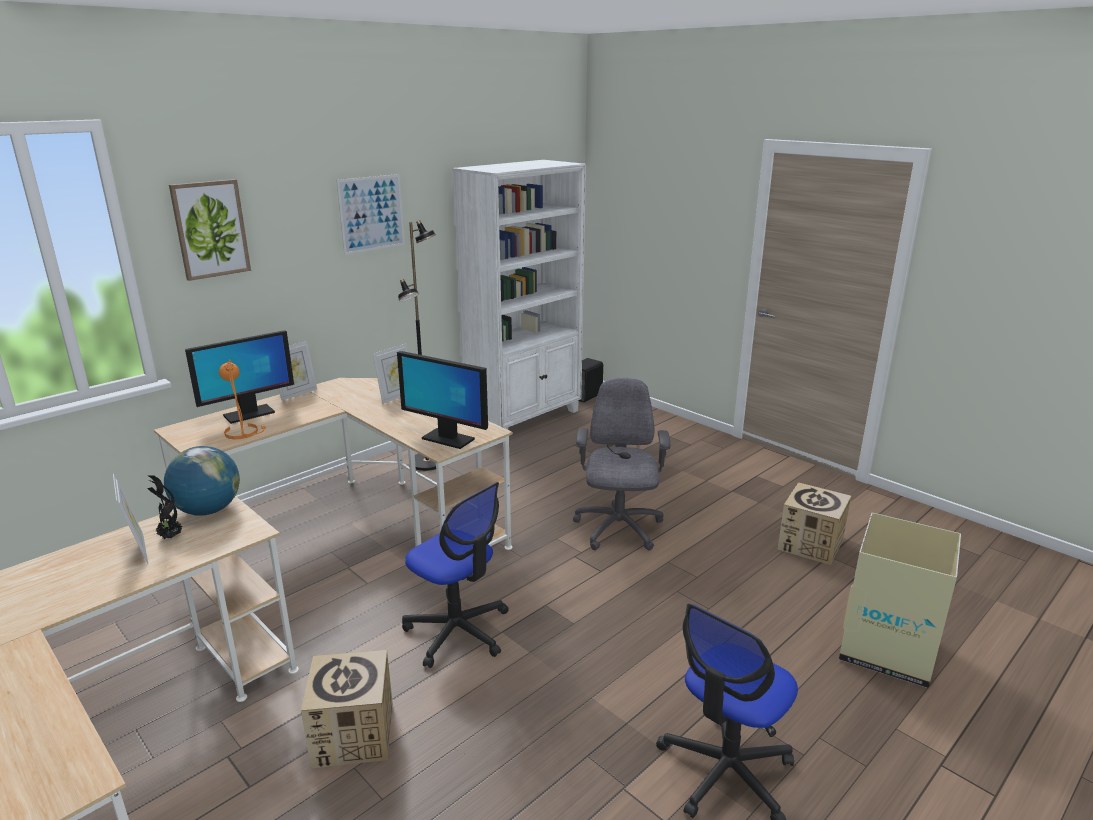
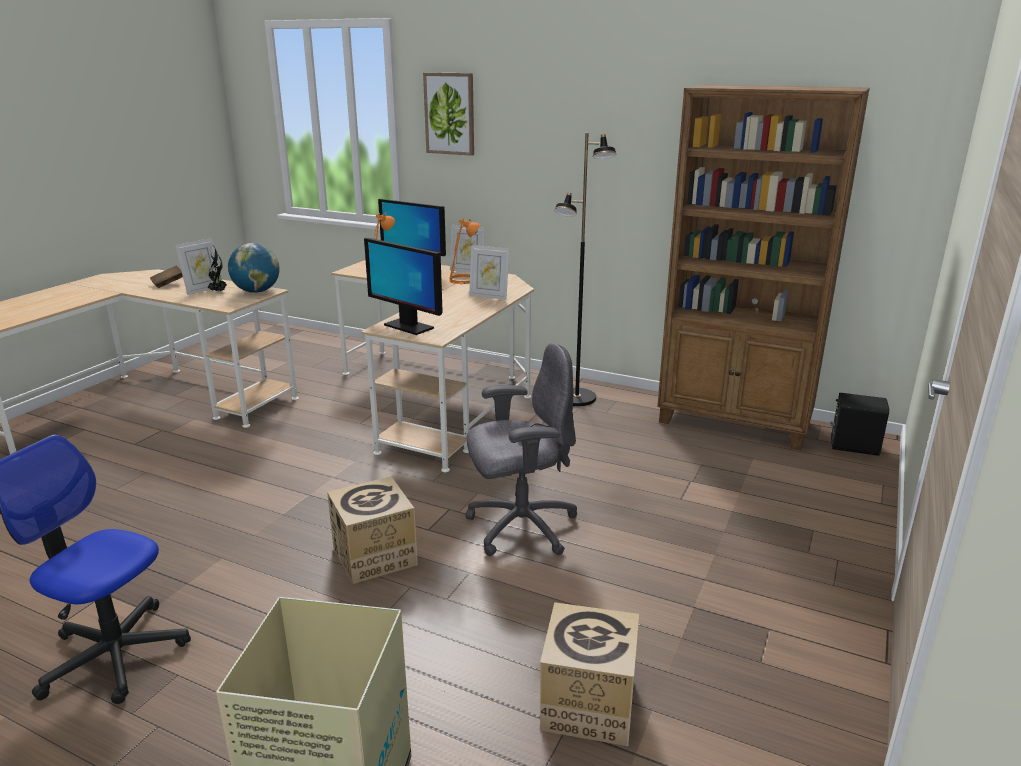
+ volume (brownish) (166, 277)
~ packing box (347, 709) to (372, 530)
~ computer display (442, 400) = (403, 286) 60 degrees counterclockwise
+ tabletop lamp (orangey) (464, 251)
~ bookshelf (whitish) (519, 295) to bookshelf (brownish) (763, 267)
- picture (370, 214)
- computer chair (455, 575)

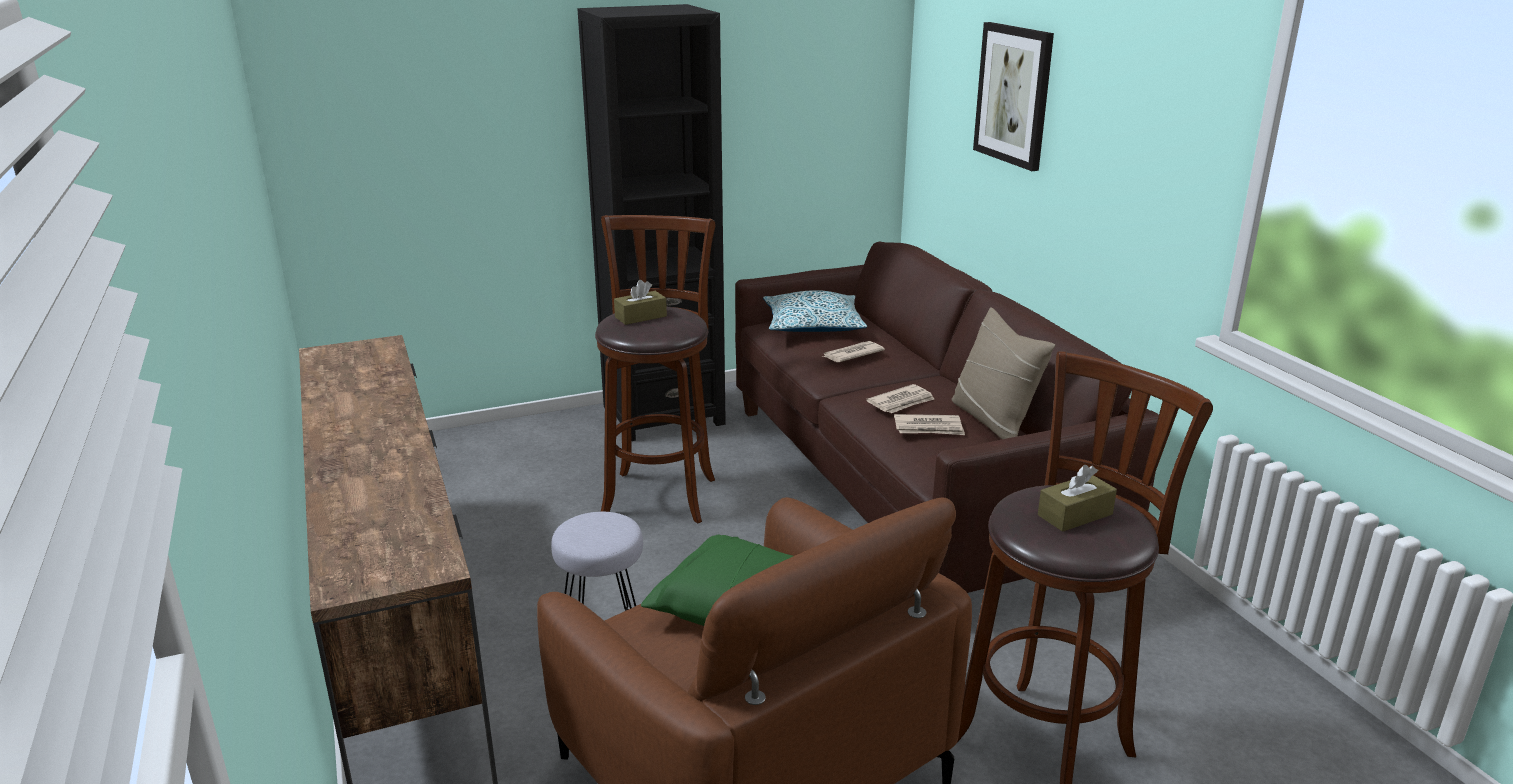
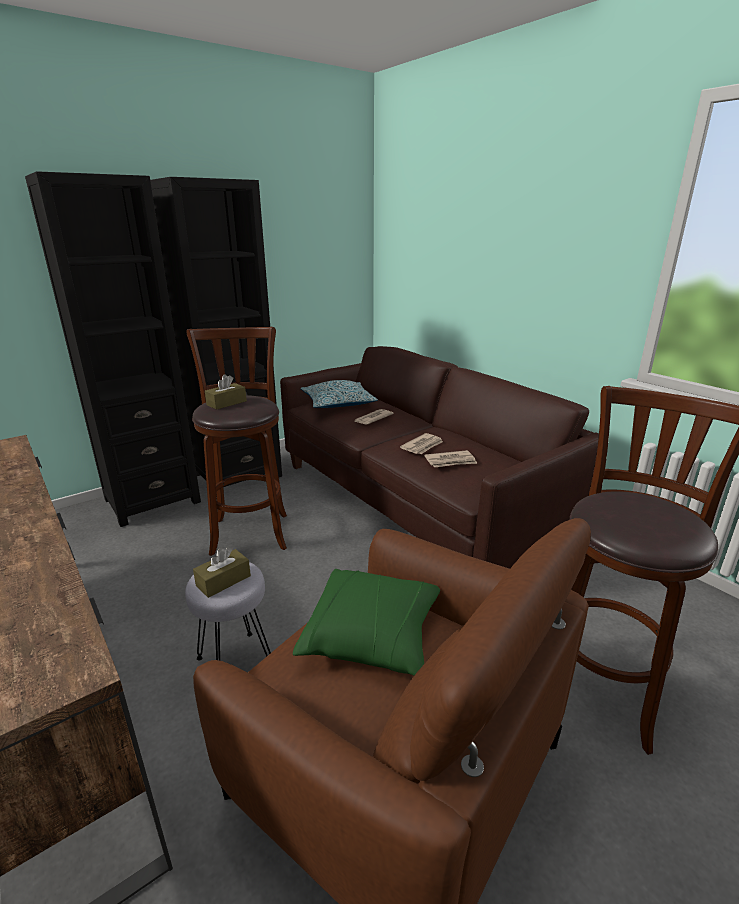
+ bookshelf (blackish) (113, 349)
~ tissue box (brownish) (1077, 498) to (222, 572)
- cushion (beige-coloured) (1003, 373)
- picture (1013, 96)

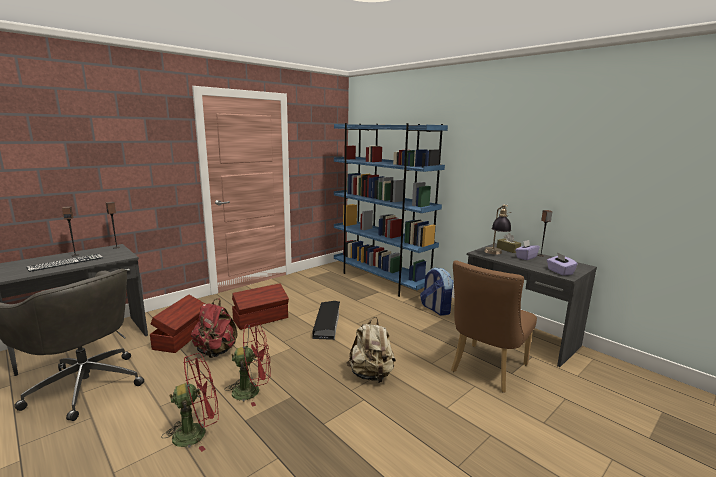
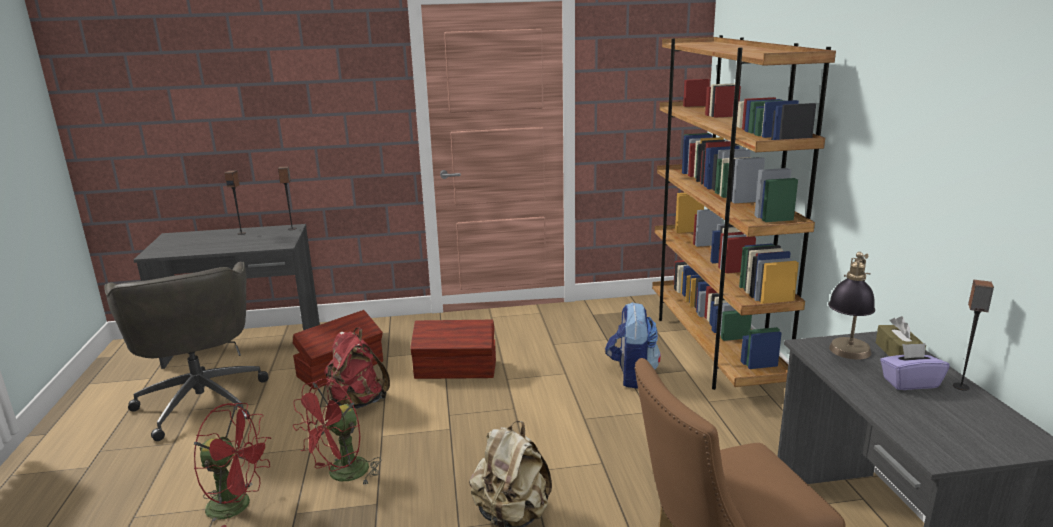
~ fan (reddish) (247, 365) = (337, 431) 105 degrees clockwise
~ knapsack (437, 291) to (633, 345)
~ bookshelf (blue) (391, 210) to bookshelf (brownish) (744, 212)
- PC keyboard (64, 263)
- storage bin (blackish) (326, 320)
- tissue box (purple-coloured) (562, 264)

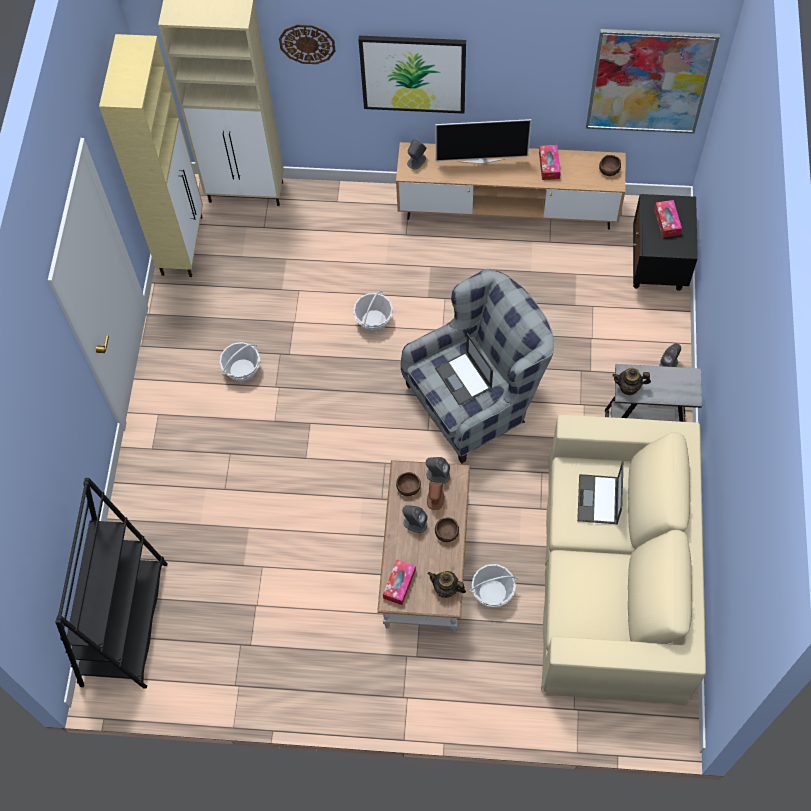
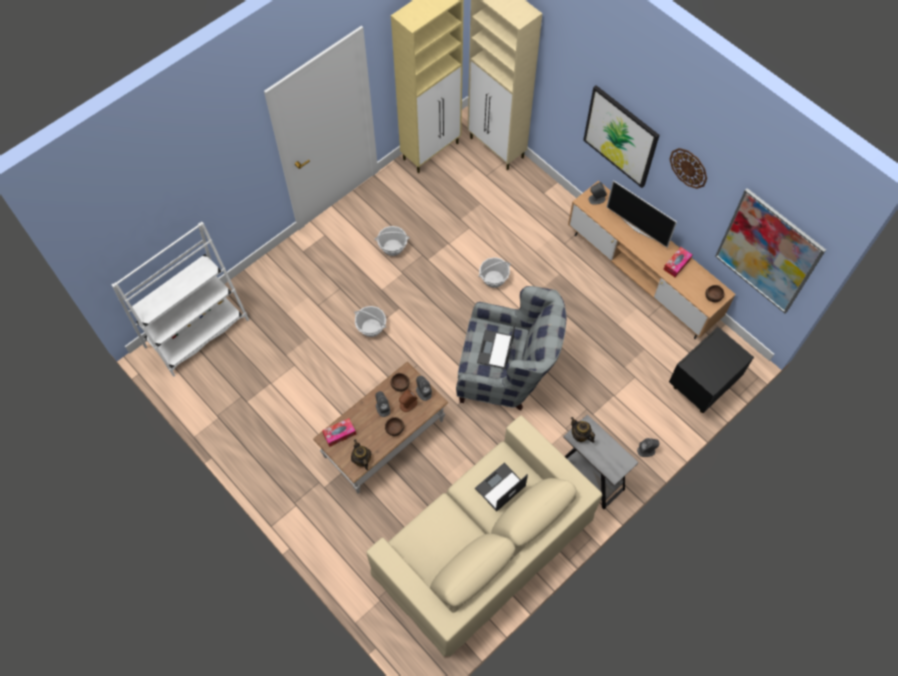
~ bookshelf (blackish) (111, 583) to bookshelf (whitish) (180, 299)
~ household basket (493, 585) to (370, 321)
~ wall clock (307, 44) to (688, 168)
- tissue box (668, 219)

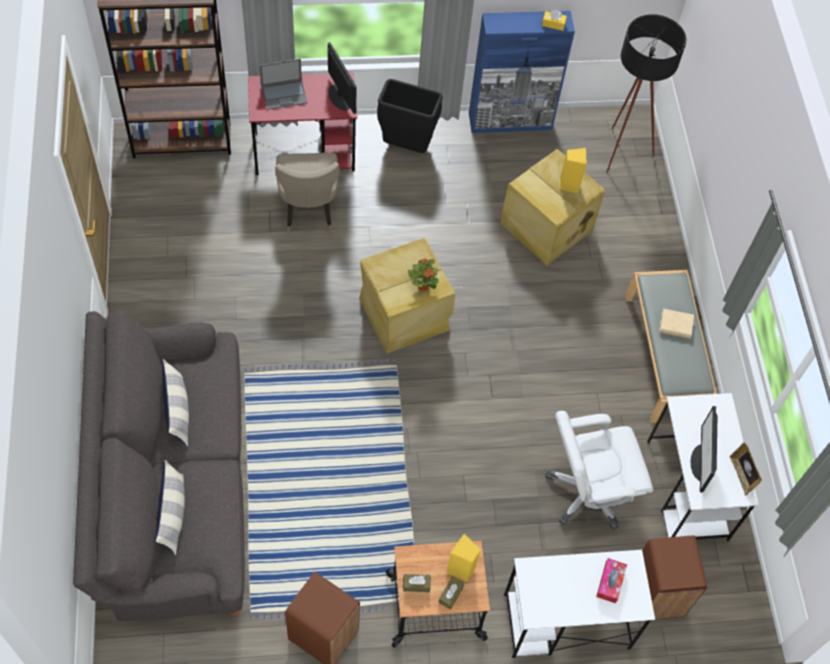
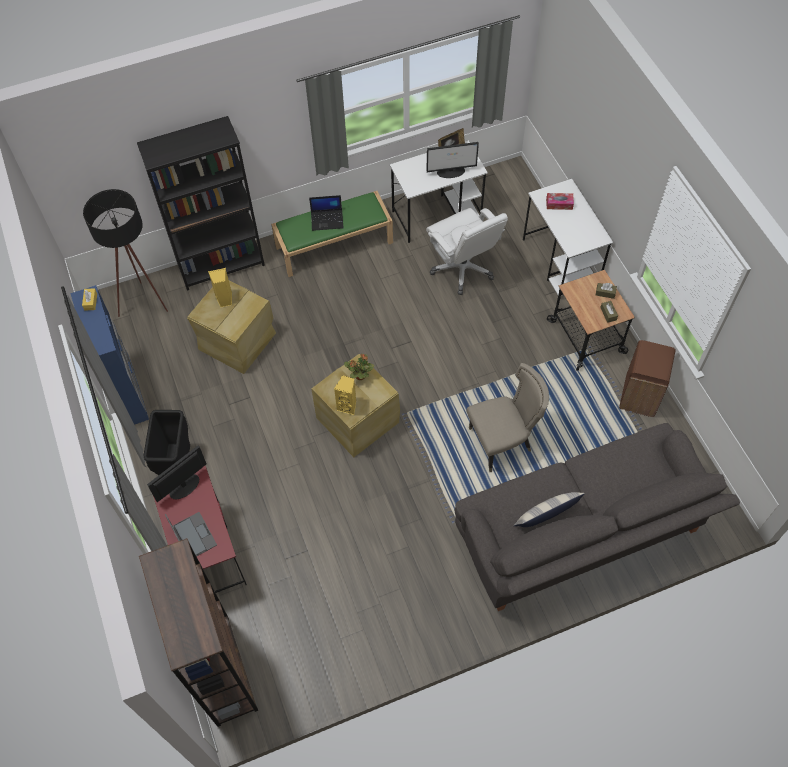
+ bookshelf (blackish) (201, 203)
~ bench (gray) (671, 346) to bench (green-coloured) (332, 234)
~ volume (beige-coloured) (676, 324) to laptop (326, 213)
~ speaker (yellow) (463, 558) to (345, 395)
~ chair (beige-coloured) (307, 193) to (507, 417)
- cushion (170, 507)
- waste bin (brownish) (674, 577)

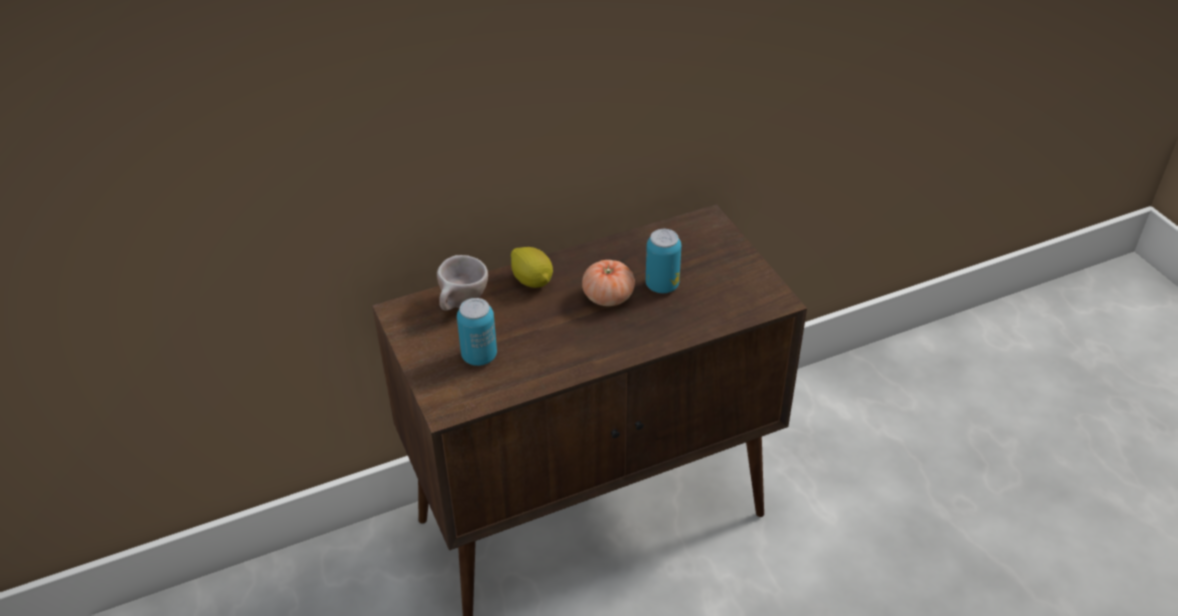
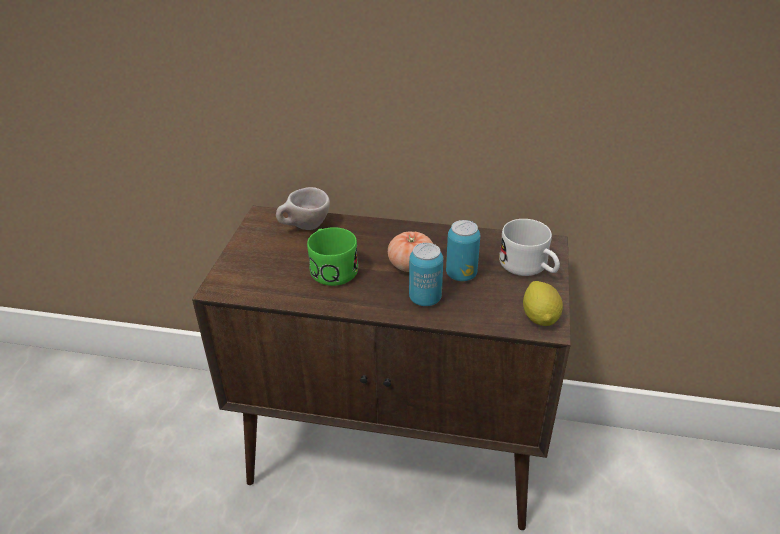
+ coffee mug (green-coloured) (332, 256)
~ sealed can (477, 332) to (426, 274)
+ coffee mug (whitish) (529, 247)
~ whole lemon (532, 267) to (543, 303)

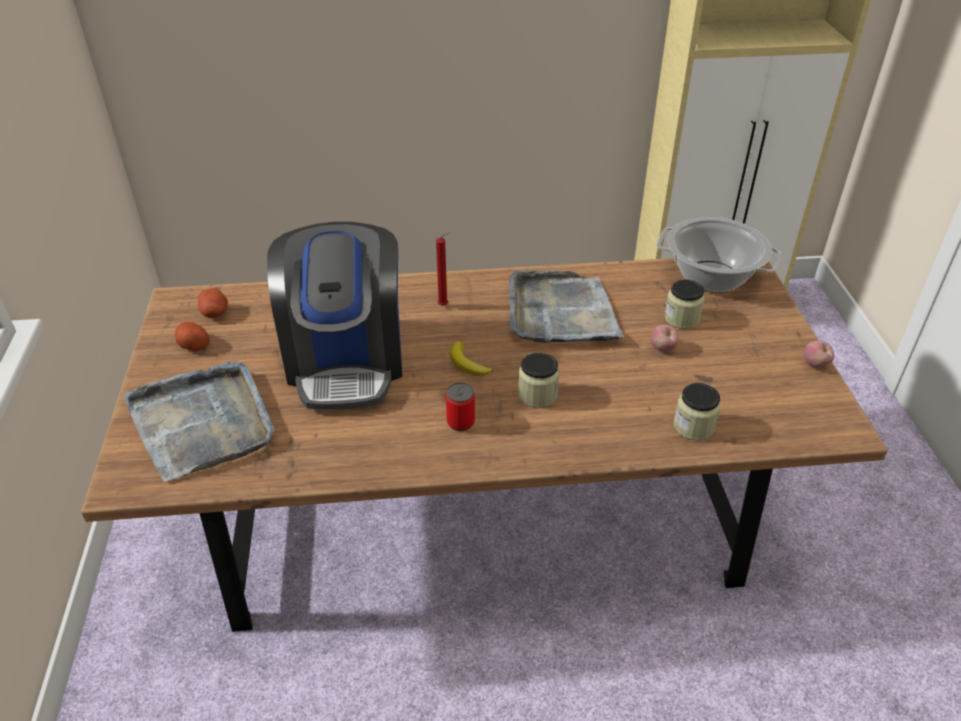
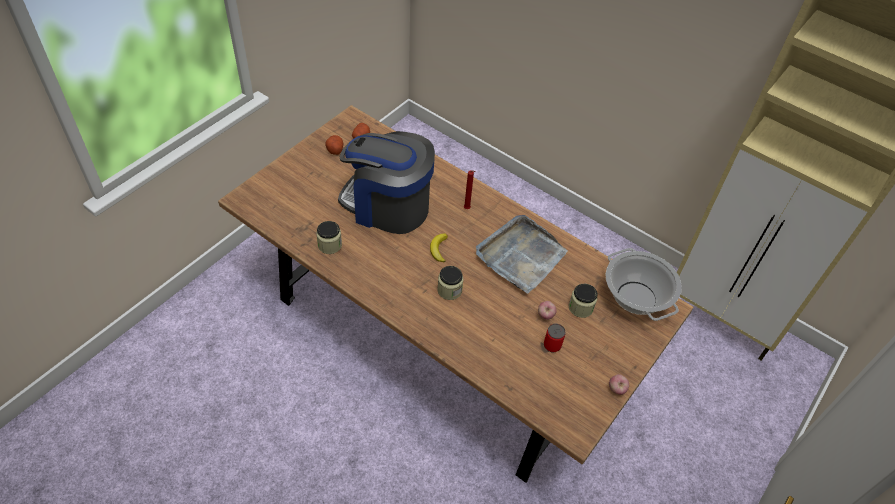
~ storage jar (697, 412) to (329, 237)
~ coffee maker (334, 316) = (386, 182) 75 degrees clockwise
~ sealed can (460, 406) to (554, 338)
- serving tray (gray) (198, 421)

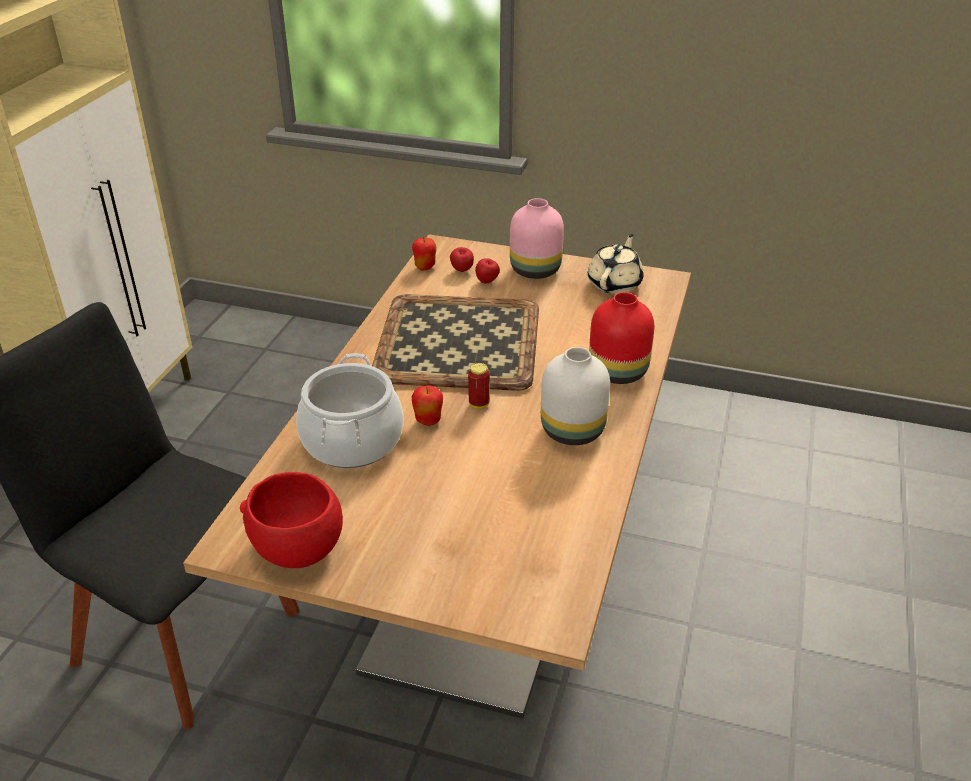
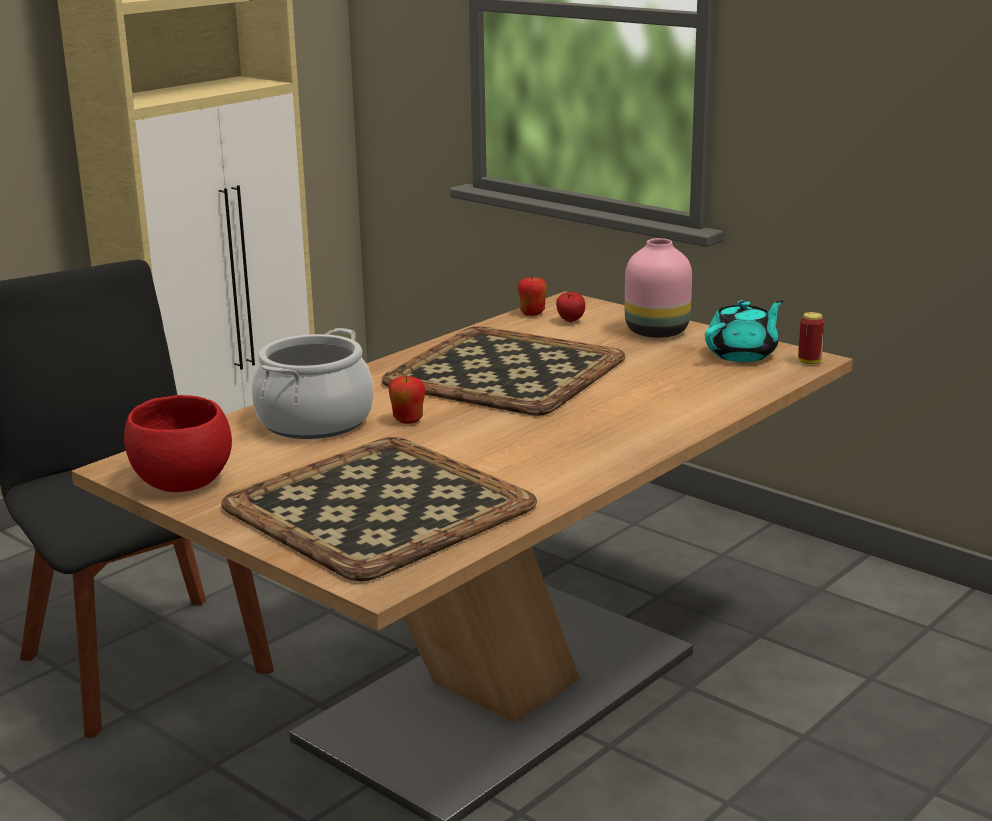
+ serving tray (379, 509)
~ tea pot (beige-coloured) (616, 264) to tea pot (turquoise-coloured) (744, 331)
~ sealed can (479, 386) to (811, 338)
- apple (487, 271)
- flower vase (whitish) (575, 396)
- flower vase (reddish) (621, 338)

